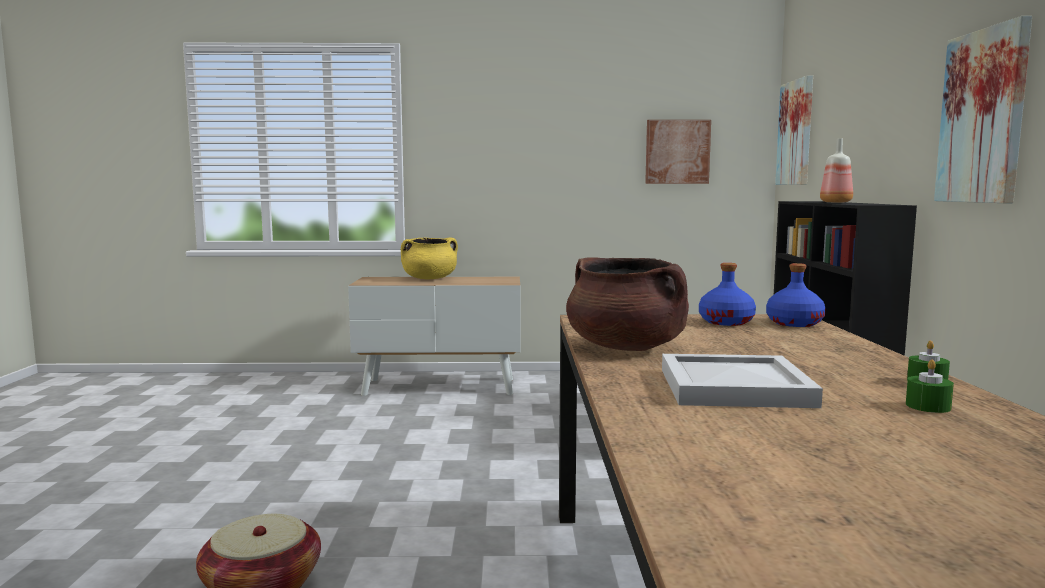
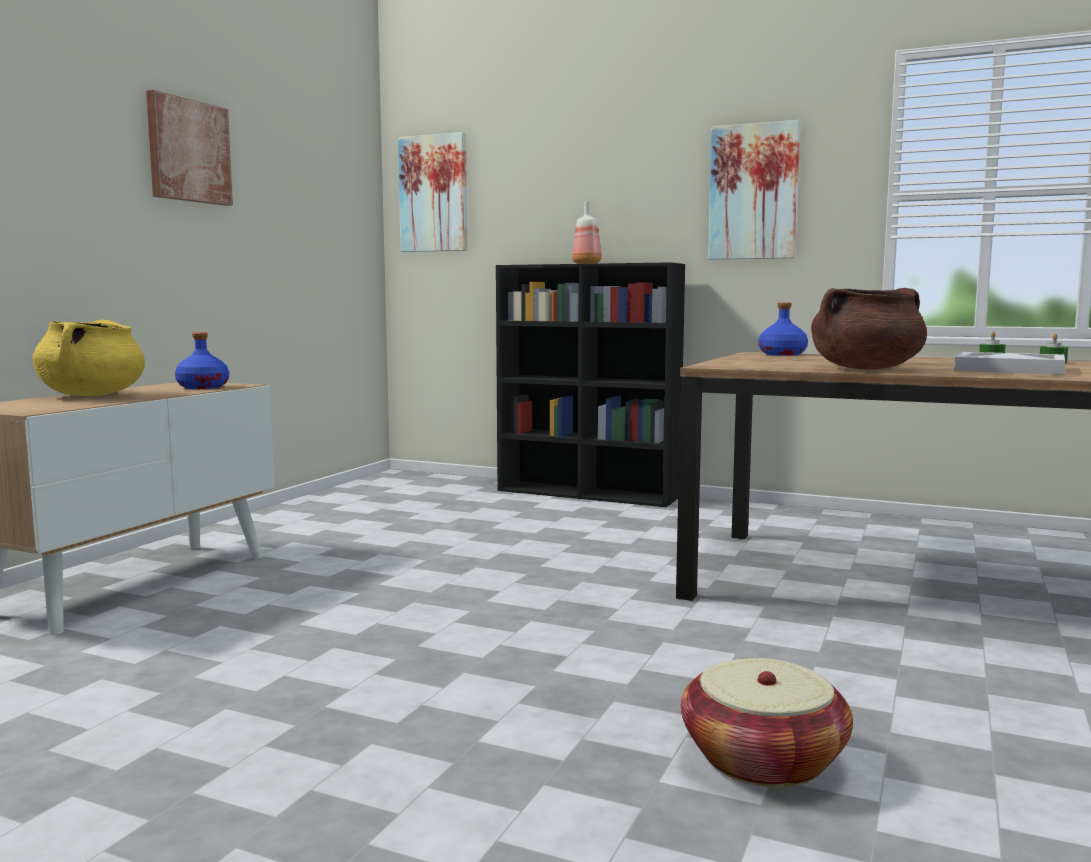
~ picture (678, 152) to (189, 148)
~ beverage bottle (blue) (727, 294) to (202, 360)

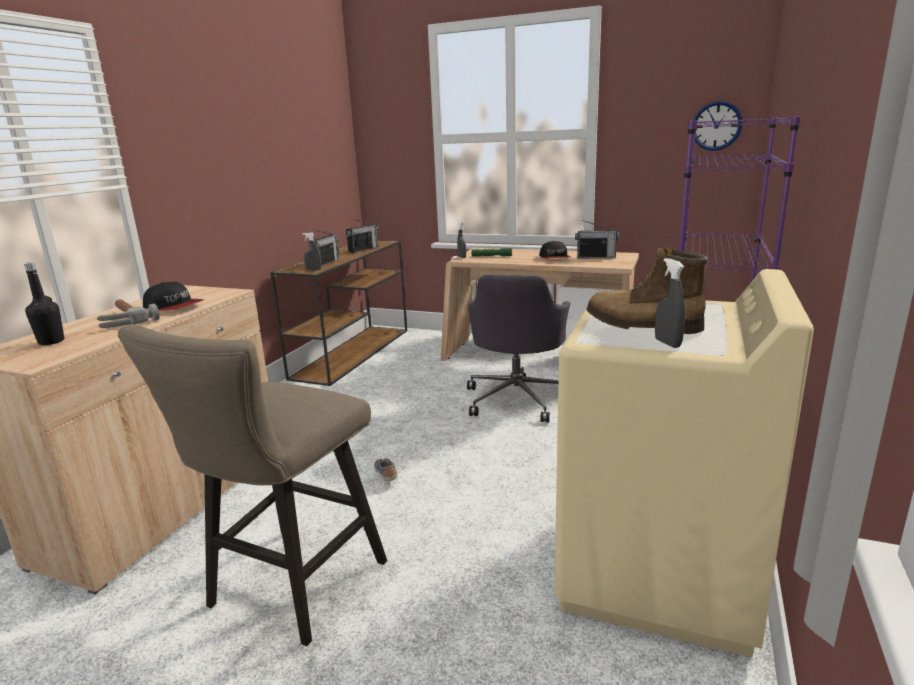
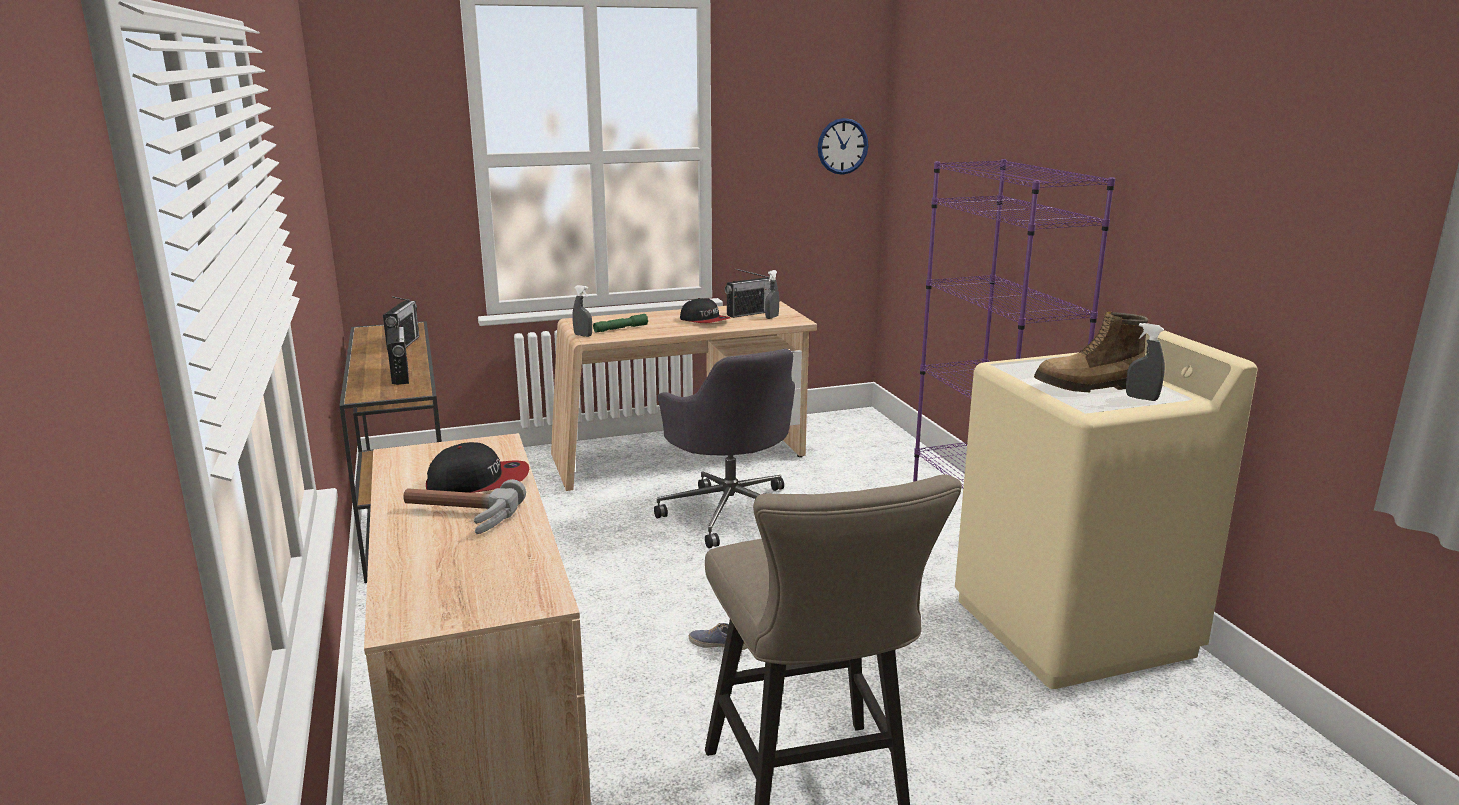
~ sprayer (gray) (312, 252) to (772, 294)
- beverage bottle (blackish) (44, 303)

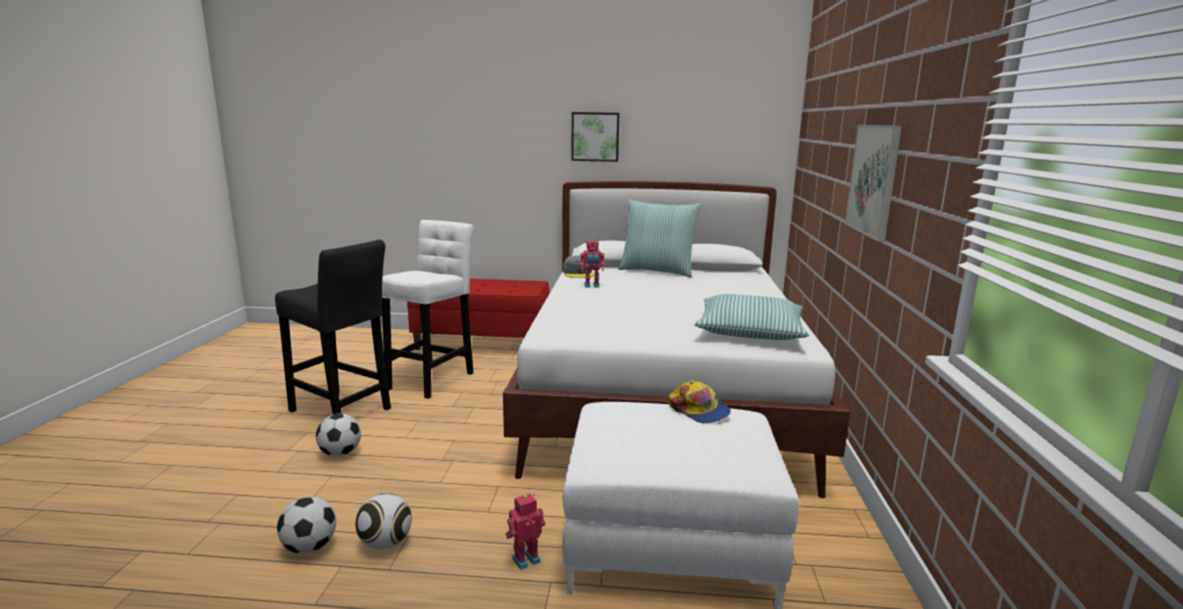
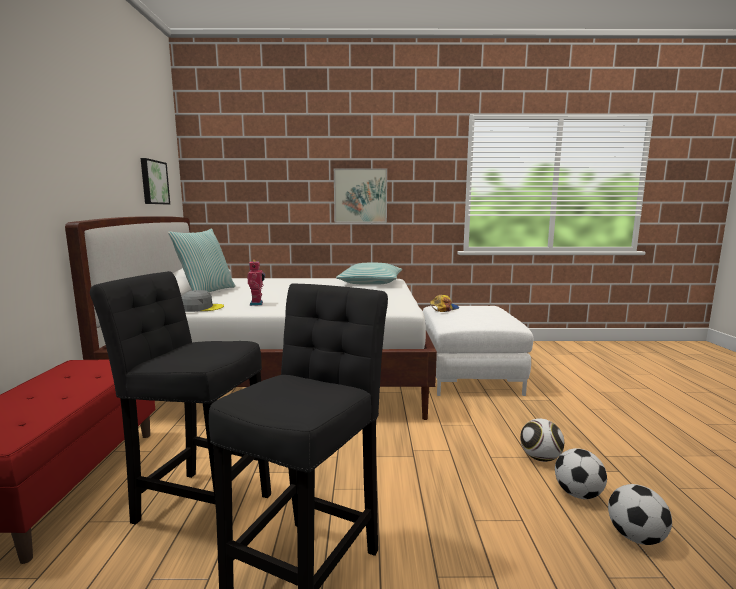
~ sitting stool (whitish) (428, 309) to sitting stool (blackish) (180, 398)
~ picture (595, 137) to (155, 181)
~ ball for football (338, 435) to (640, 514)
- robot figure (525, 531)

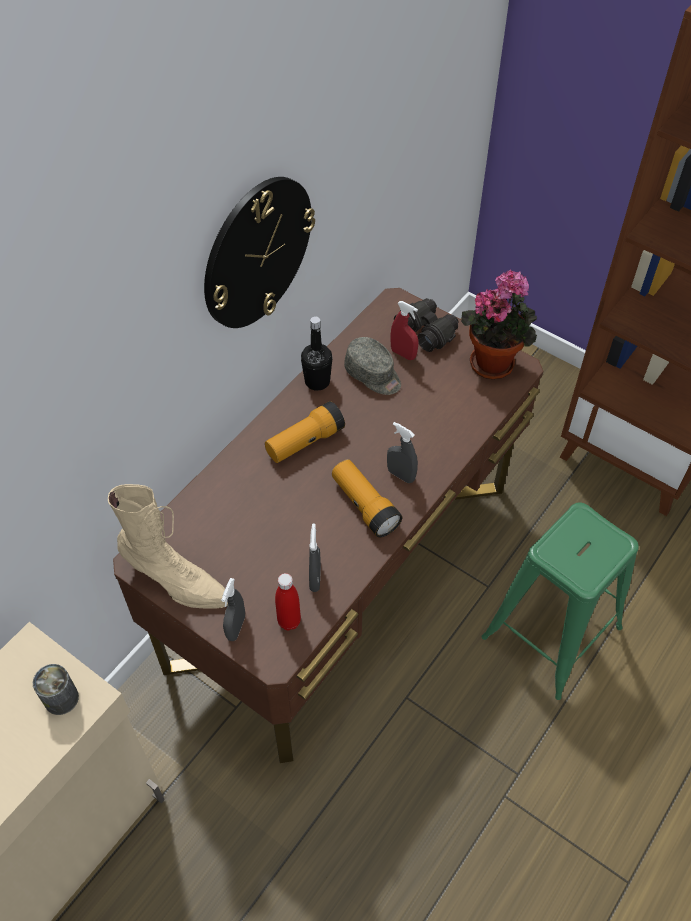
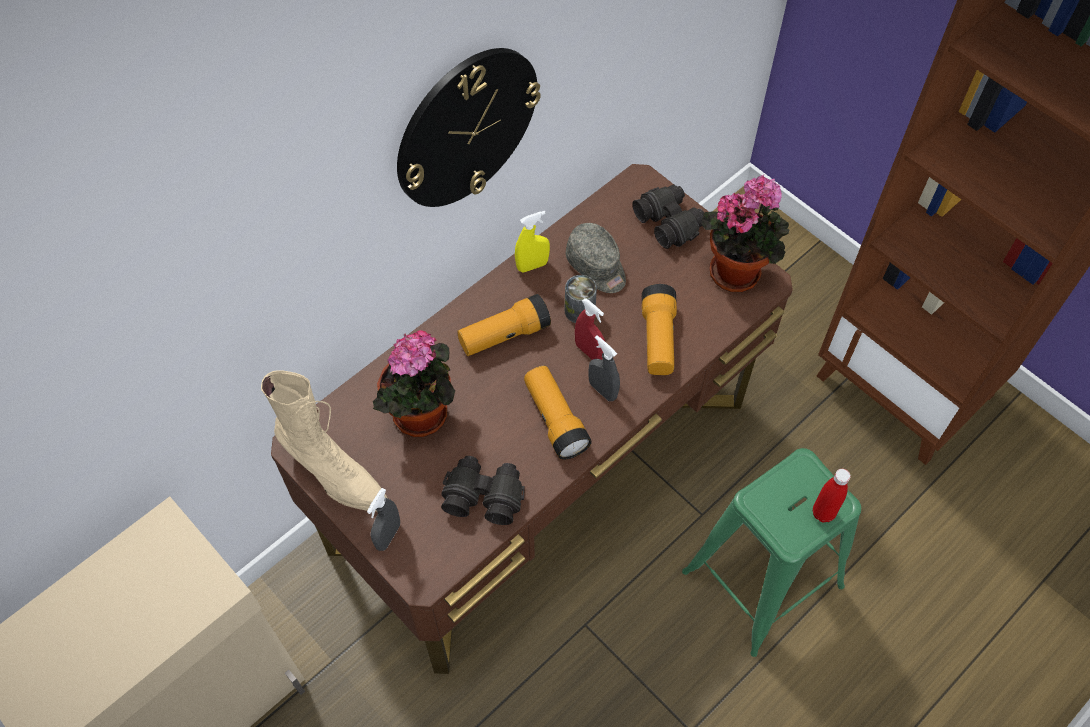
+ houseplant (414, 383)
~ sprayer (gray) (315, 558) to binoculars (blackish) (483, 490)
~ beverage bottle (blackish) (316, 353) to sprayer (yellow) (532, 242)
~ sealed can (56, 689) to (581, 299)
~ sprayer (reddish) (404, 330) to (590, 329)
+ flashlight (659, 329)
~ beverage bottle (reddish) (288, 601) to (832, 495)

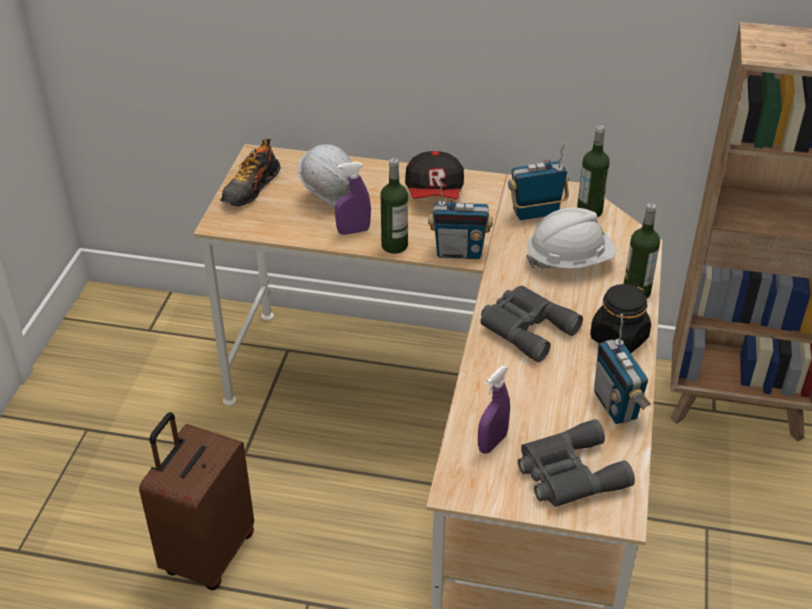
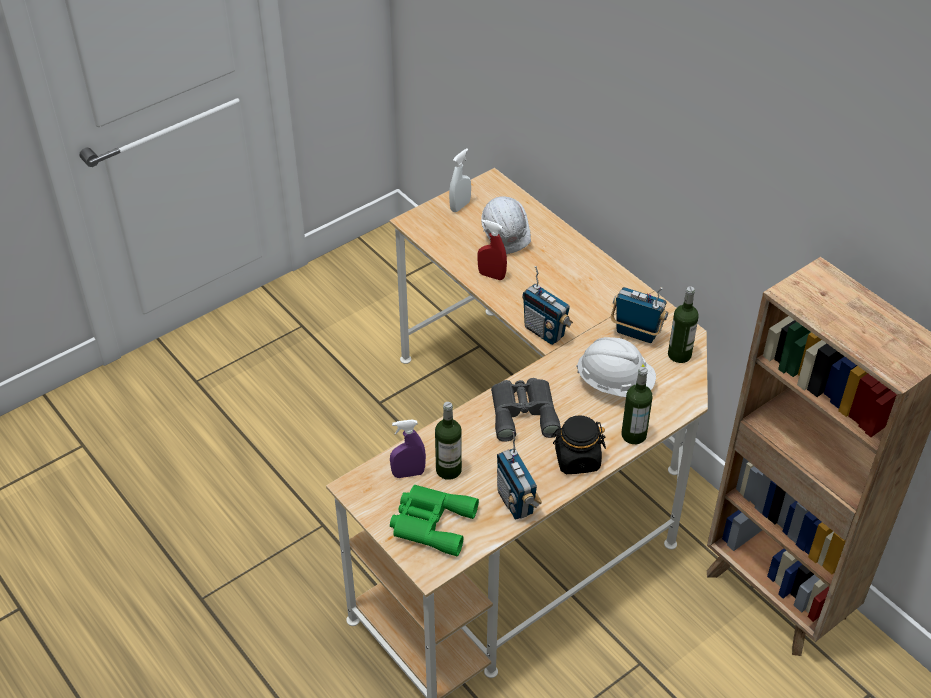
~ binoculars (gray) (576, 463) to binoculars (green-coloured) (434, 521)
~ beverage bottle (394, 206) to (448, 441)
~ low shoe (250, 173) to sprayer (whitish) (460, 180)
~ sprayer (purple-coloured) (353, 198) to sprayer (reddish) (492, 249)
~ radio set (622, 369) = (519, 475) 45 degrees counterclockwise
- suitcase (brownish) (196, 501)
- baseball cap (434, 175)

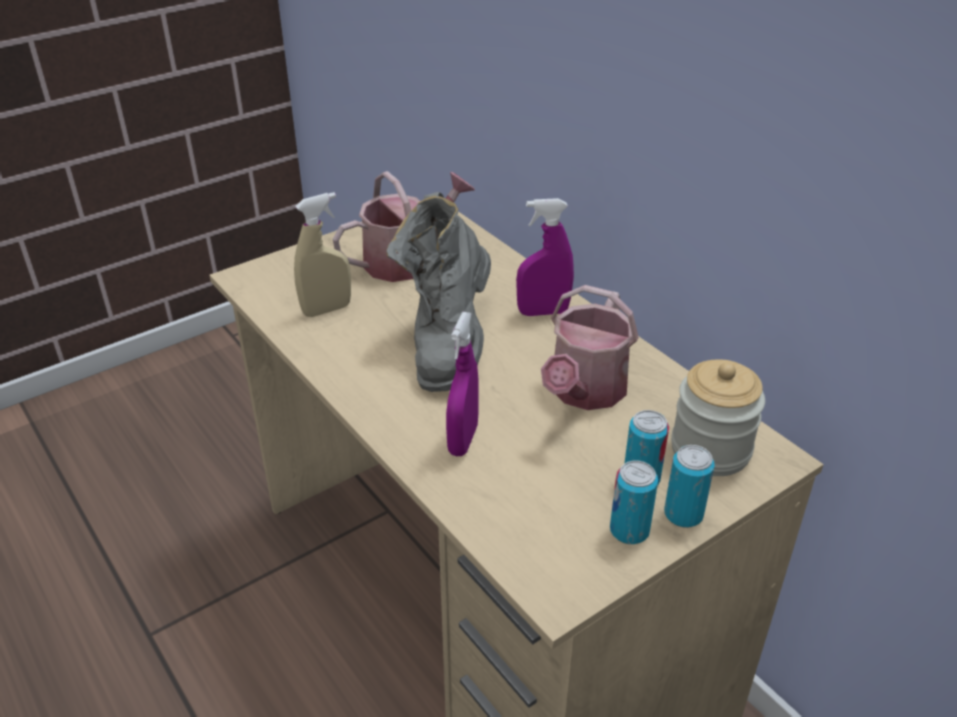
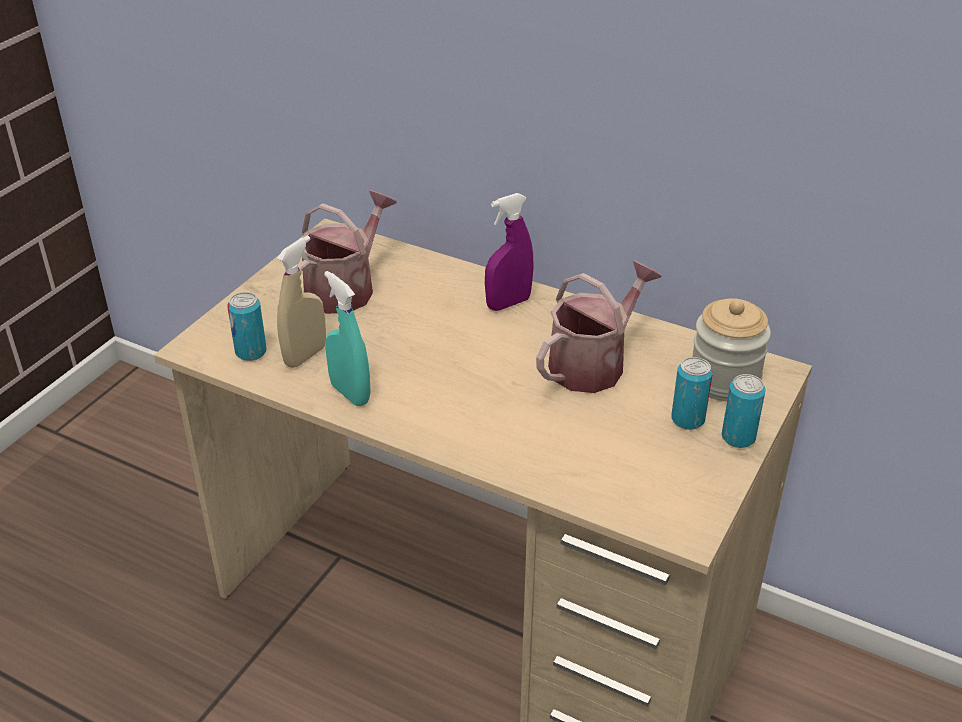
~ sealed can (634, 502) to (247, 326)
+ sprayer (turquoise-coloured) (347, 338)
~ watering pot (590, 347) = (598, 327) 135 degrees counterclockwise
- high-top boot (gray) (439, 292)
- sprayer (purple-coloured) (462, 384)

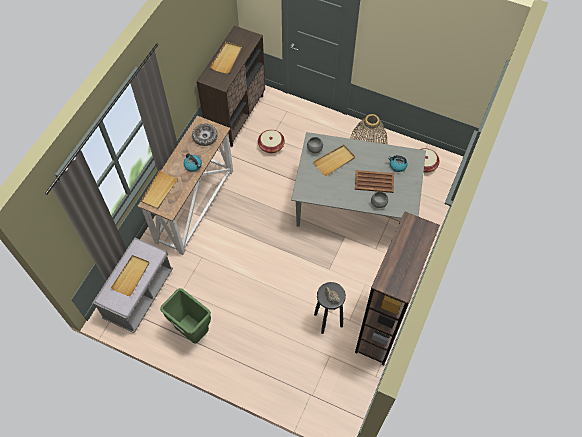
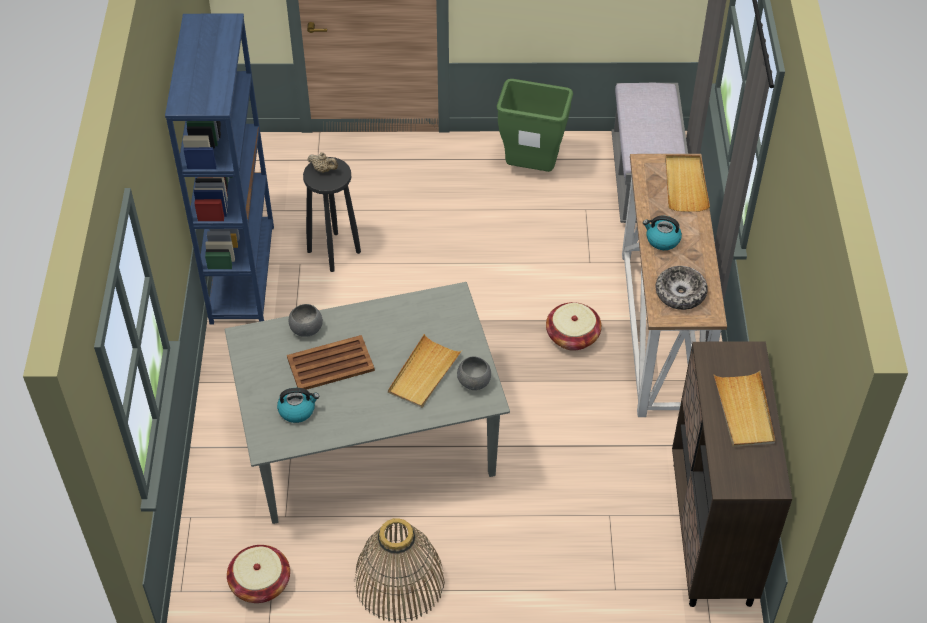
~ bookshelf (brownish) (397, 288) to bookshelf (blue) (219, 169)
~ household basket (271, 141) to (574, 326)
- serving tray (beige-coloured) (130, 275)

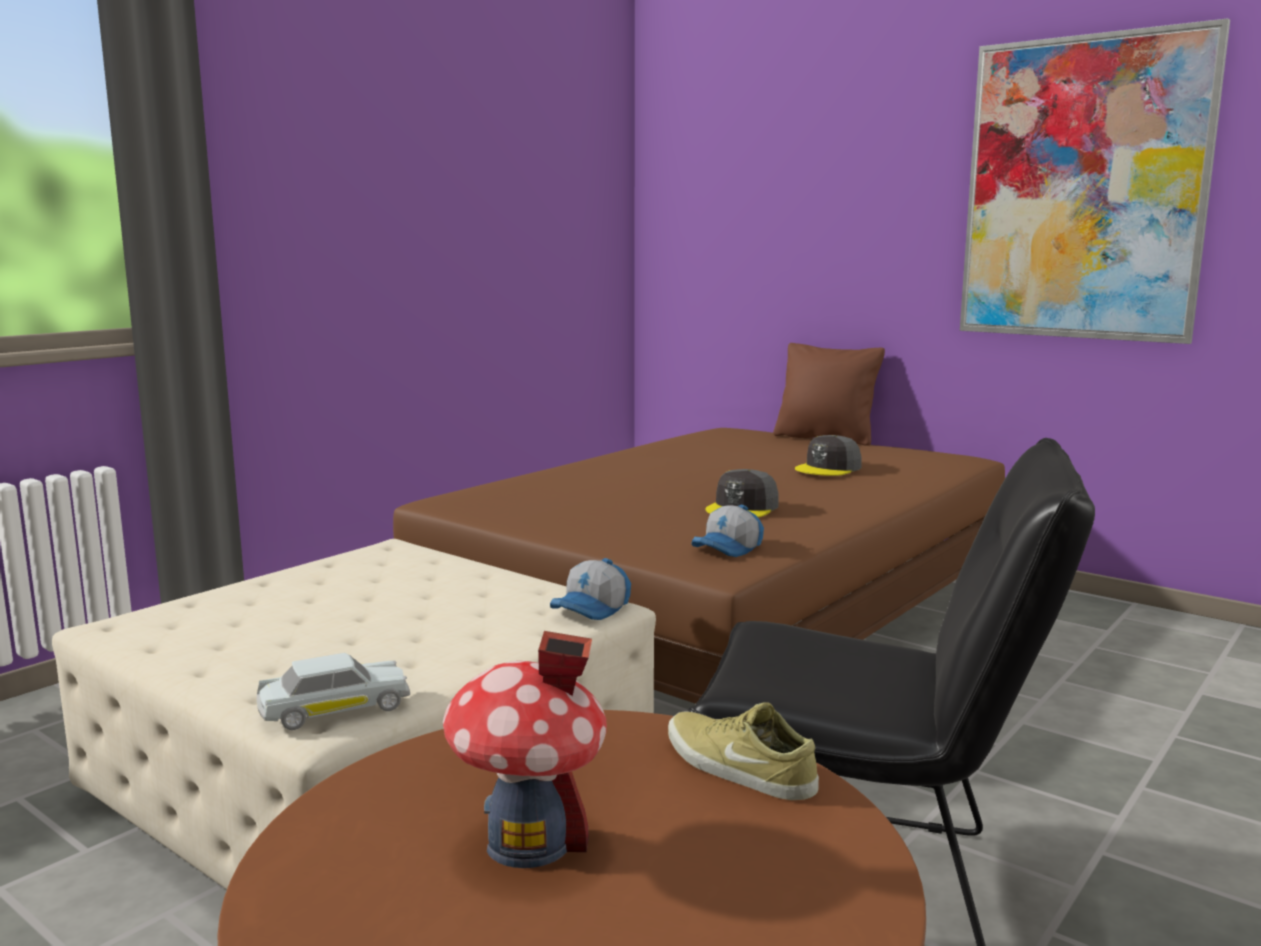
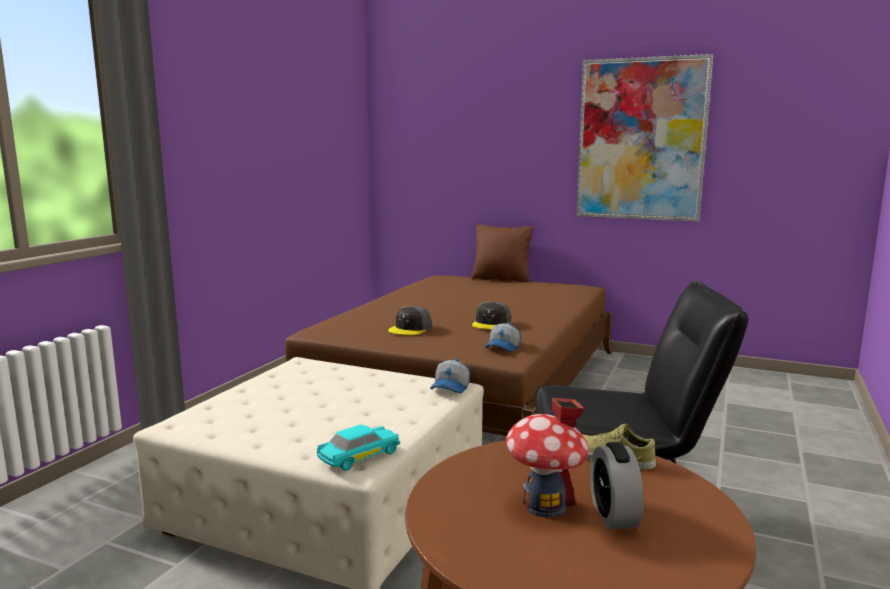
~ model car (whitish) (333, 691) to model car (turquoise-coloured) (358, 447)
~ baseball cap (gray) (828, 455) to (410, 320)
+ alarm clock (617, 485)

